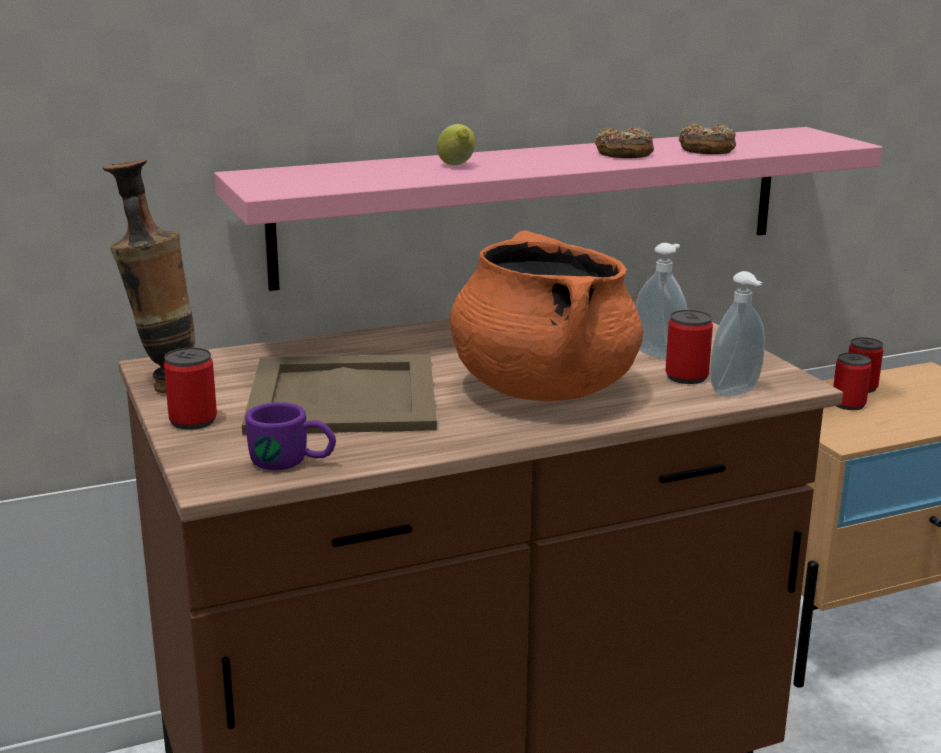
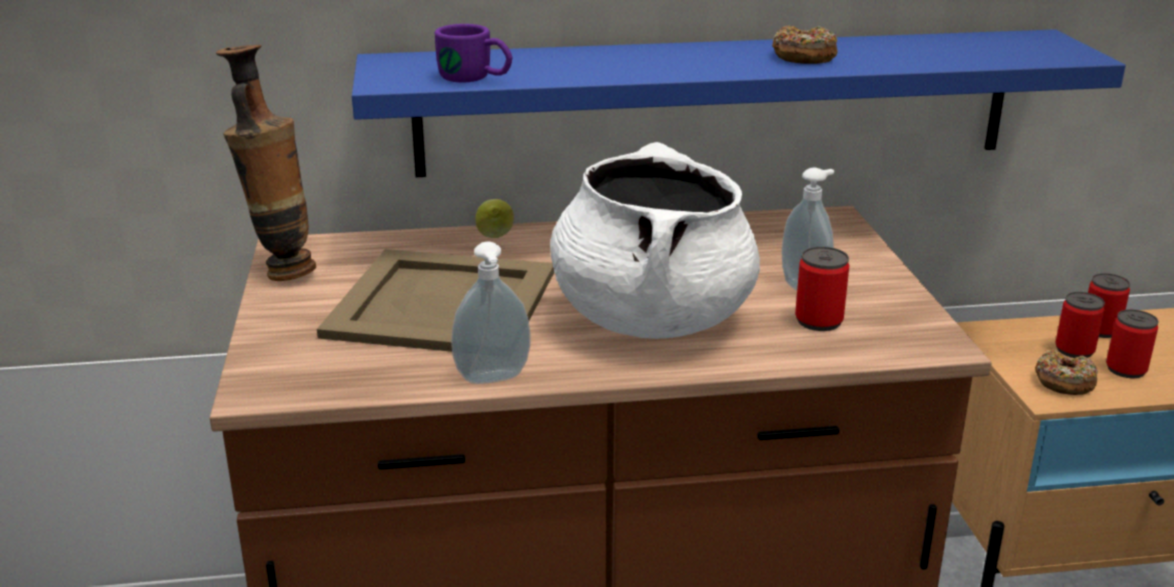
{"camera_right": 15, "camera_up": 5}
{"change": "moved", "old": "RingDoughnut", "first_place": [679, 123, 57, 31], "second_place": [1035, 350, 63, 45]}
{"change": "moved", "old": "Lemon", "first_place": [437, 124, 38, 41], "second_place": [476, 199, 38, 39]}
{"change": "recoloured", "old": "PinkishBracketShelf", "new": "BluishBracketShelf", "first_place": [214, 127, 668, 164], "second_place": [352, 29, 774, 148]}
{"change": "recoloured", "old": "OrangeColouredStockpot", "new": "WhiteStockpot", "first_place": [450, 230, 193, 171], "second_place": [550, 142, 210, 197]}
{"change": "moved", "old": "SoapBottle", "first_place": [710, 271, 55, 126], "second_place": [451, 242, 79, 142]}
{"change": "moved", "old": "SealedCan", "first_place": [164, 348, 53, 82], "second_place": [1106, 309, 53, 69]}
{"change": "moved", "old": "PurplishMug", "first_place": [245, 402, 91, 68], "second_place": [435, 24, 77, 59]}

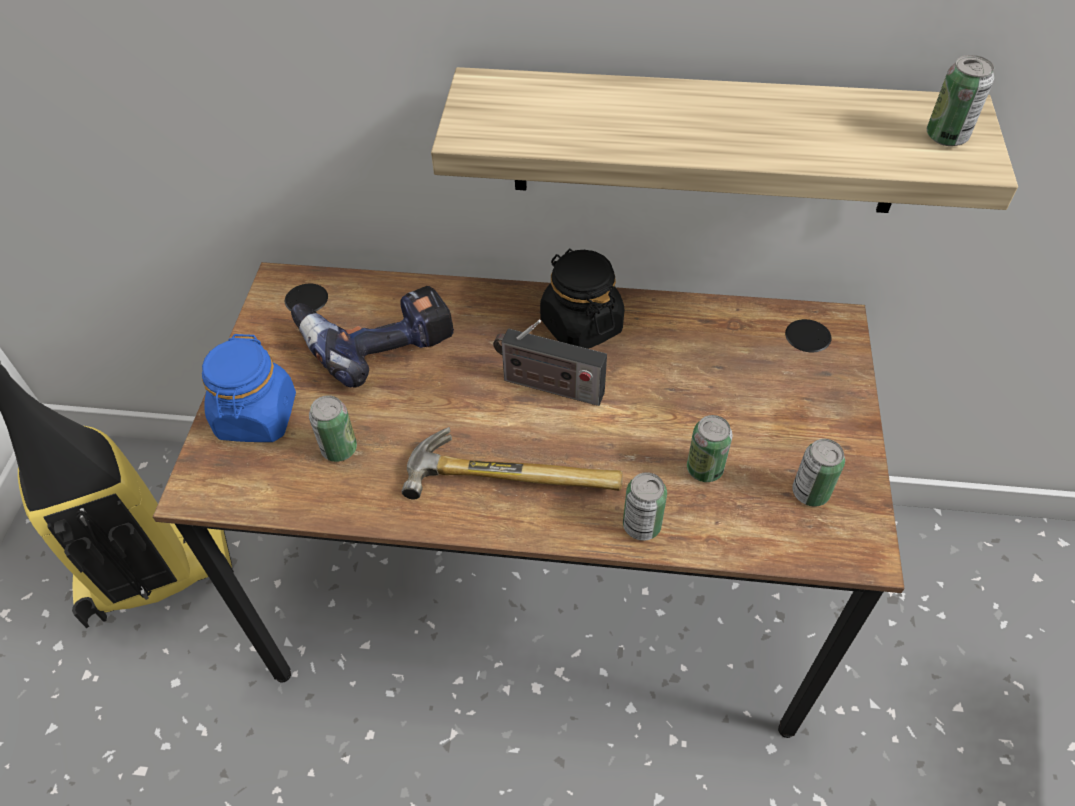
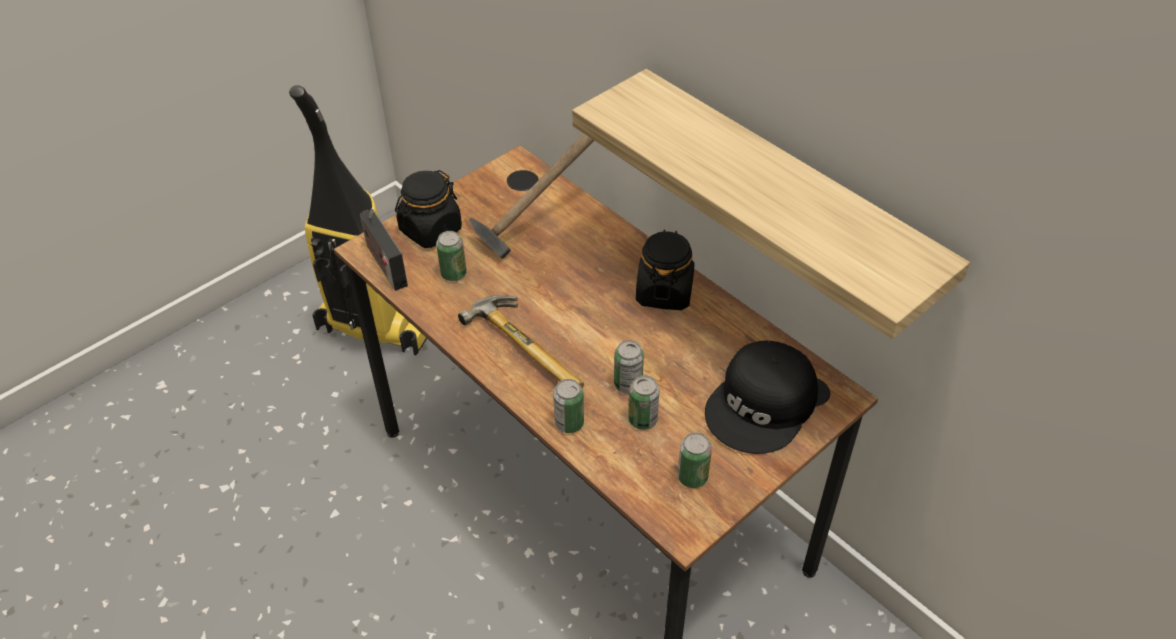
{"camera_right": 40, "camera_up": -5}
{"change": "moved", "old": "SealedCan", "first_place": [927, 55, 67, 91], "second_place": [614, 340, 30, 54]}
{"change": "replaced", "old": "PowerDrill", "new": "HandHammer", "first_place": [291, 286, 163, 102], "second_place": [469, 133, 125, 125]}
{"change": "moved", "old": "RadioReceiver", "first_place": [493, 320, 114, 86], "second_place": [360, 207, 48, 84]}
{"change": "recoloured", "old": "BluishPreserveJar", "new": "BlackColouredPreserveJar", "first_place": [202, 334, 94, 108], "second_place": [395, 170, 67, 78]}
{"change": "added", "new": "BlackColouredCap", "second_place": [705, 341, 113, 113]}

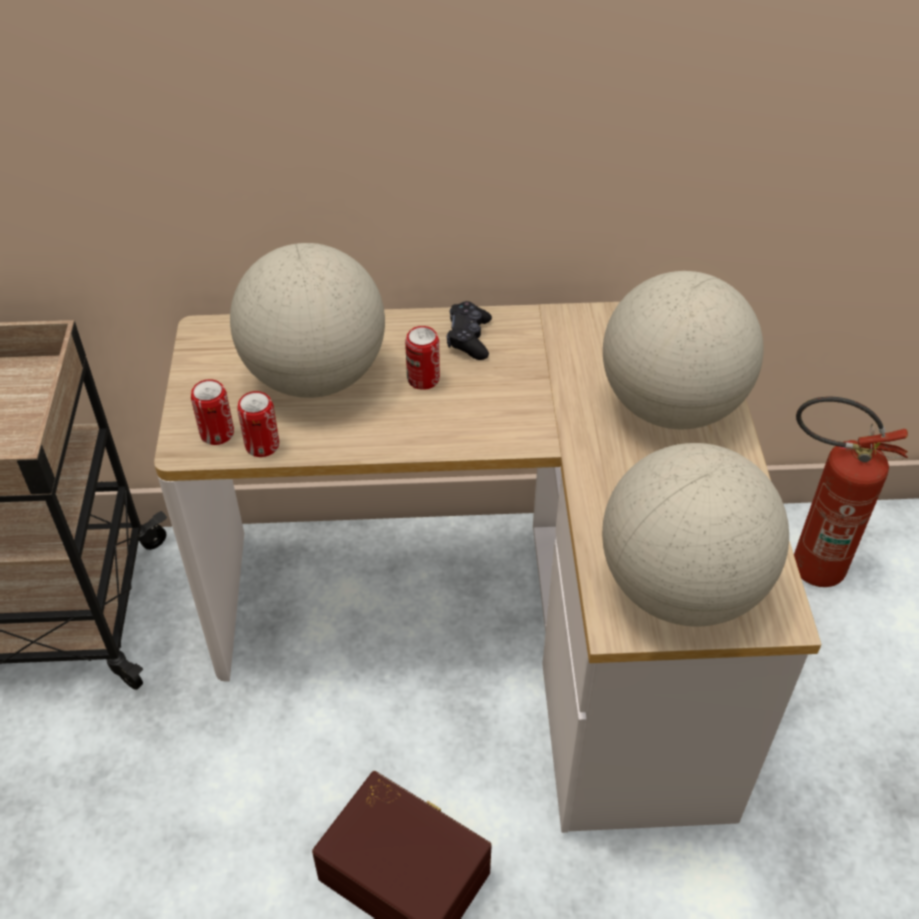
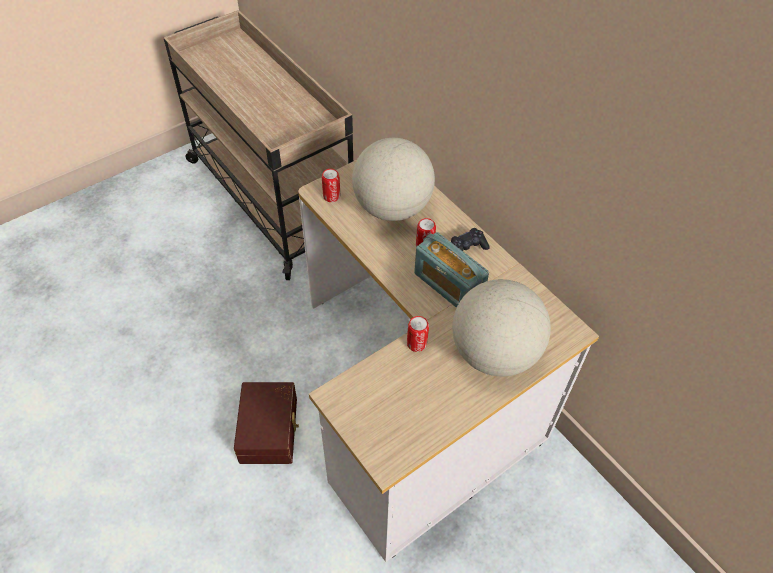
{"camera_right": 55, "camera_up": 5}
{"change": "moved", "old": "SealedCan", "first_place": [237, 391, 42, 66], "second_place": [407, 316, 22, 36]}
{"change": "removed", "old": "Extinguisher", "first_place": [794, 397, 114, 190]}
{"change": "removed", "old": "Globe", "first_place": [602, 443, 187, 184]}
{"change": "added", "new": "RadioReceiver", "second_place": [414, 232, 75, 76]}

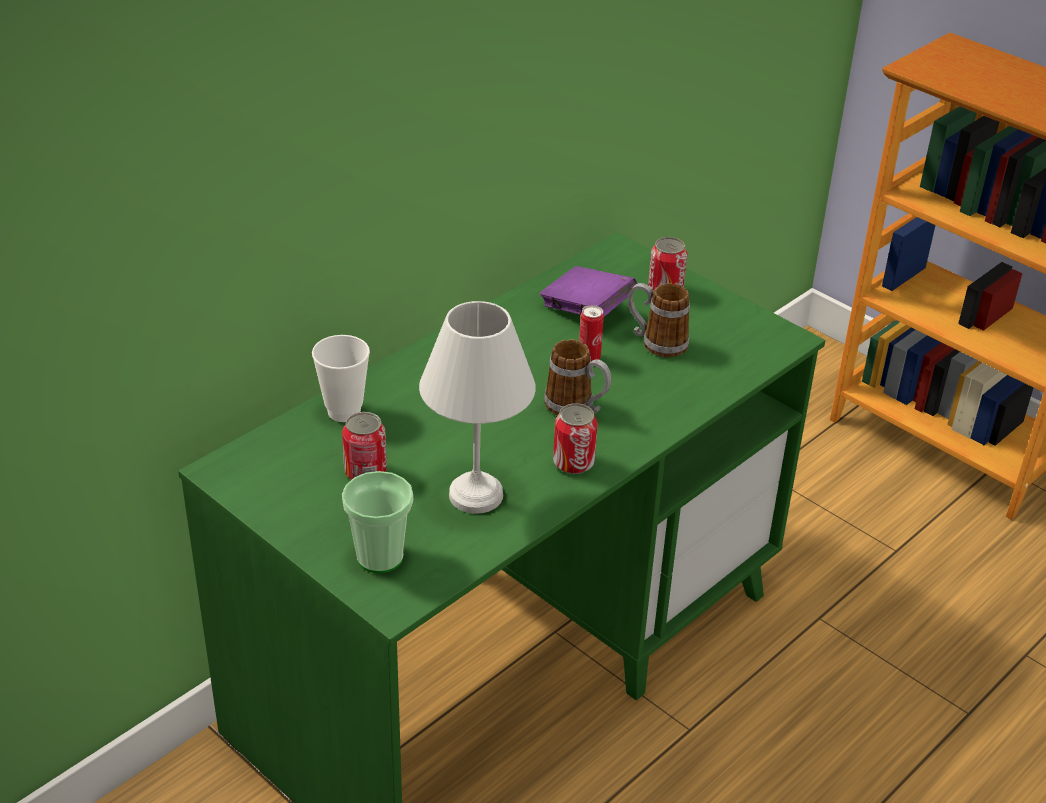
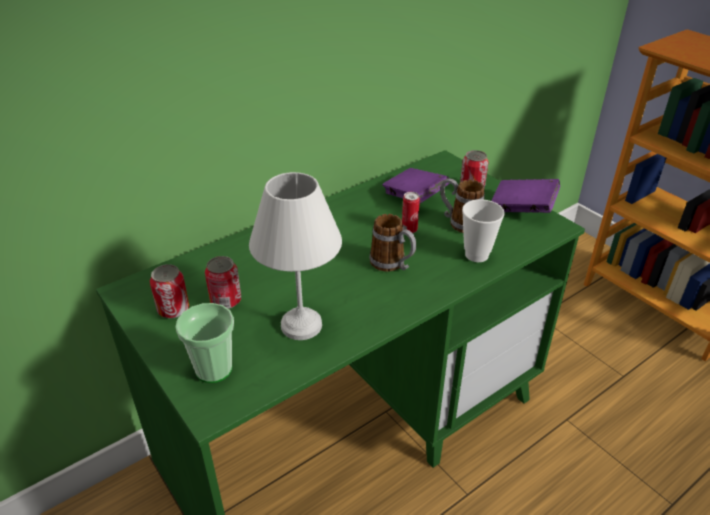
{"camera_right": 10, "camera_up": 0}
{"change": "moved", "old": "DrinkingCup", "first_place": [312, 335, 58, 87], "second_place": [462, 199, 43, 63]}
{"change": "moved", "old": "SealedCan", "first_place": [553, 403, 45, 71], "second_place": [150, 264, 39, 54]}
{"change": "added", "new": "PurplishVolume", "second_place": [491, 179, 69, 34]}

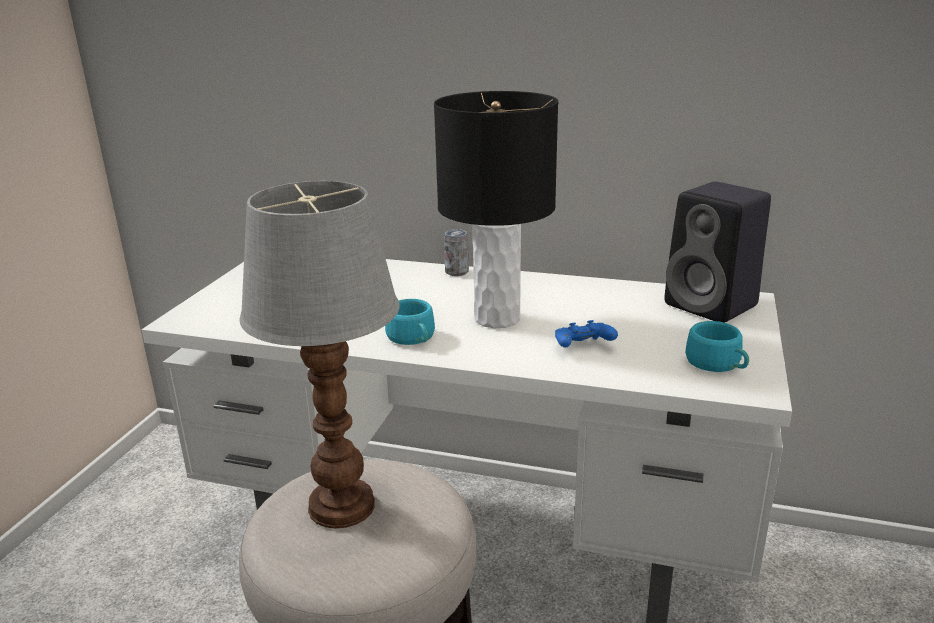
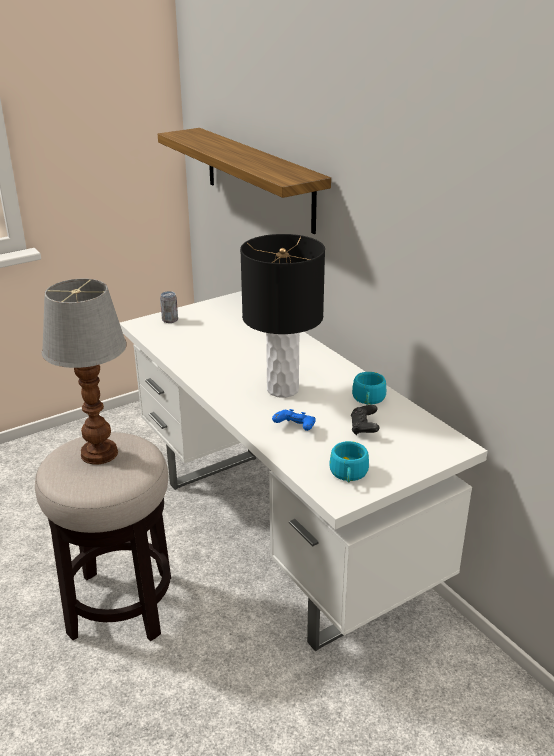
{"camera_right": 40, "camera_up": 5}
{"change": "removed", "old": "BlackColouredLoudspeaker", "first_place": [664, 182, 107, 141]}
{"change": "moved", "old": "SealedCan", "first_place": [444, 229, 25, 47], "second_place": [160, 291, 18, 32]}
{"change": "moved", "old": "TurquoiseColouredDrinkingCup", "first_place": [385, 299, 50, 46], "second_place": [352, 372, 34, 33]}
{"change": "added", "new": "BracketShelf", "second_place": [158, 128, 173, 106]}
{"change": "added", "new": "BlackColouredJoypad", "second_place": [351, 405, 29, 30]}

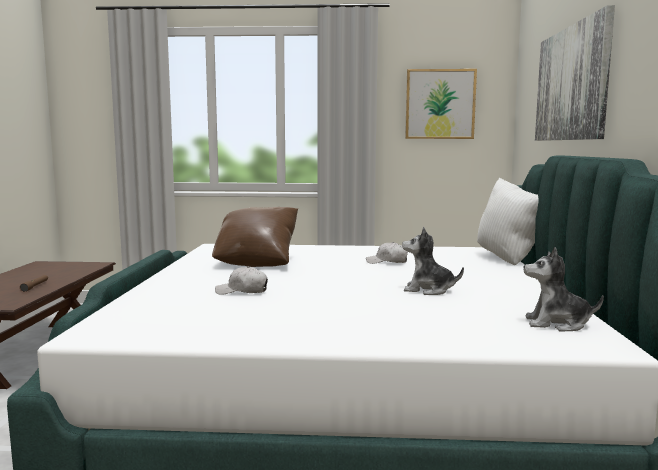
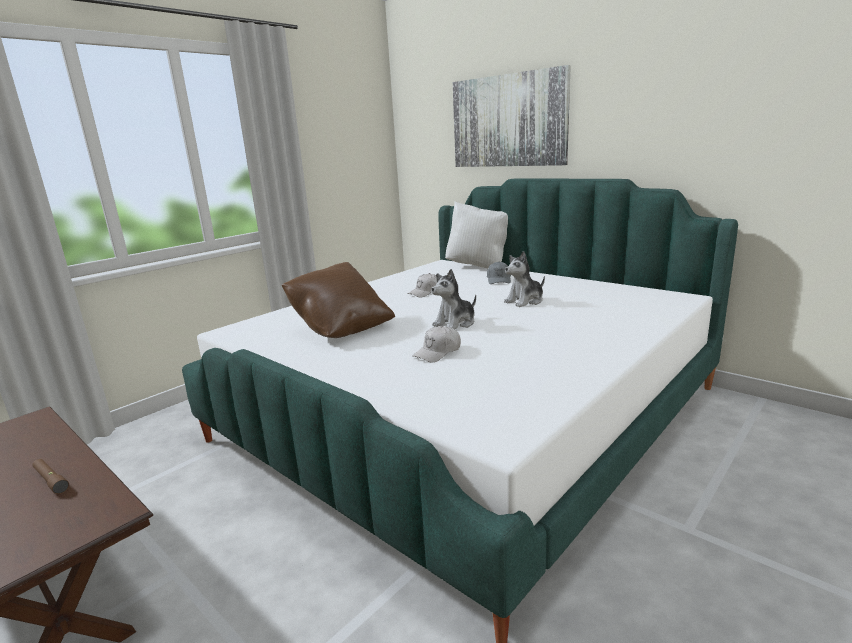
{"camera_right": -50, "camera_up": 10}
{"change": "removed", "old": "WallArt", "first_place": [405, 69, 72, 70]}
{"change": "moved", "old": "CuddlyToy", "first_place": [524, 247, 80, 85], "second_place": [431, 269, 45, 60]}
{"change": "added", "new": "GrayCap", "second_place": [487, 261, 24, 23]}

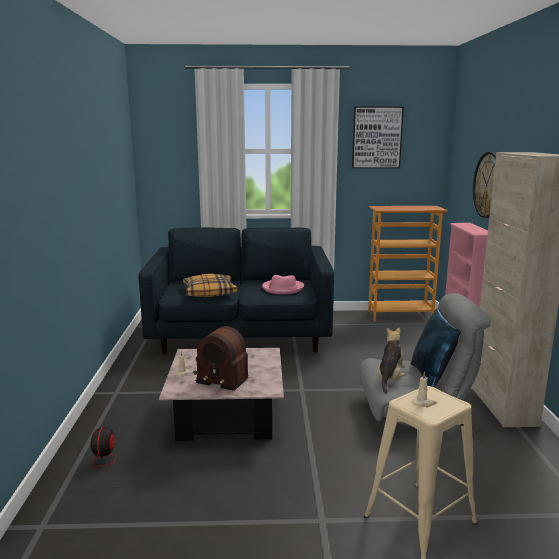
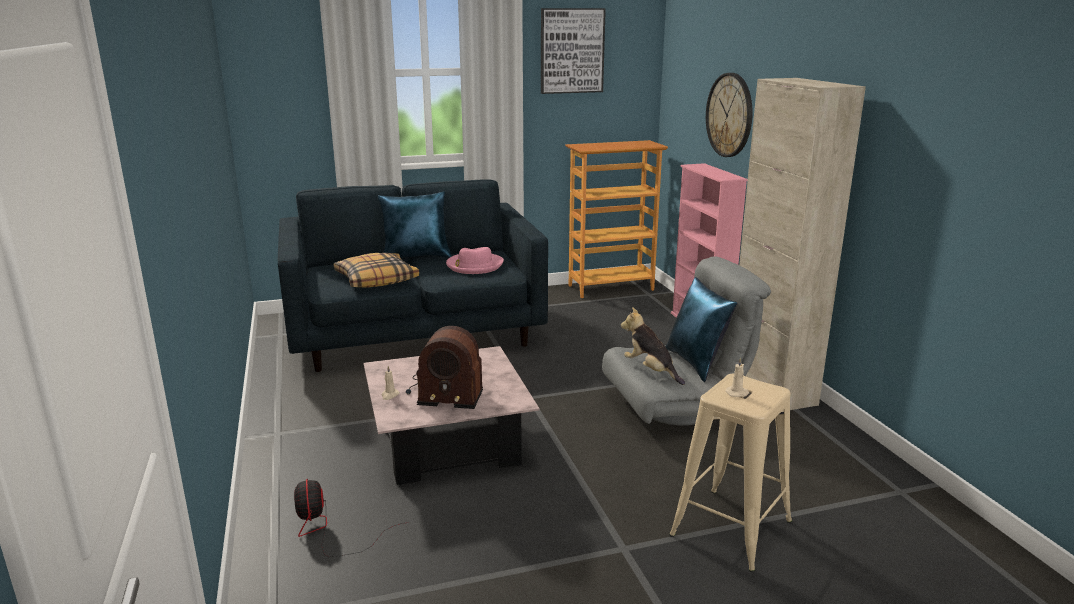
{"camera_right": -15, "camera_up": 5}
{"change": "turned", "old": "CuddlyToy", "first_place": [377, 327, 29, 67], "second_place": [621, 307, 64, 78], "degrees": -45}
{"change": "added", "new": "BluishThrowPillow", "second_place": [378, 191, 74, 67]}

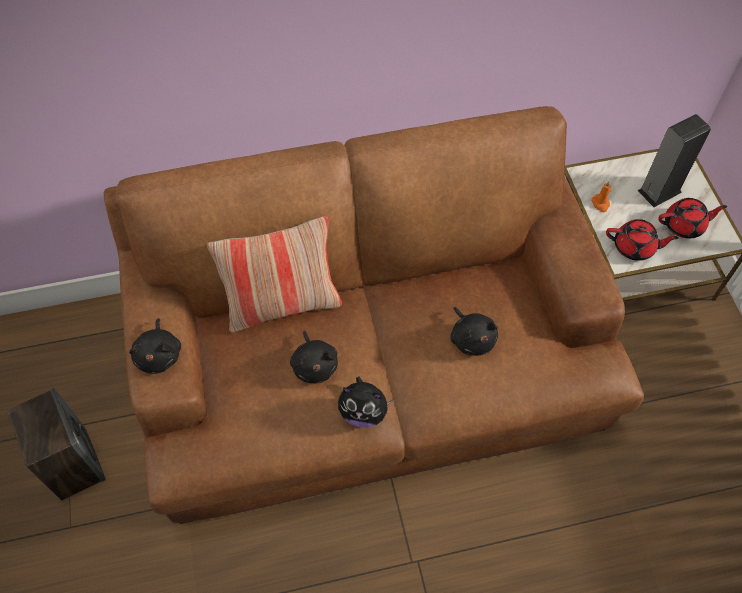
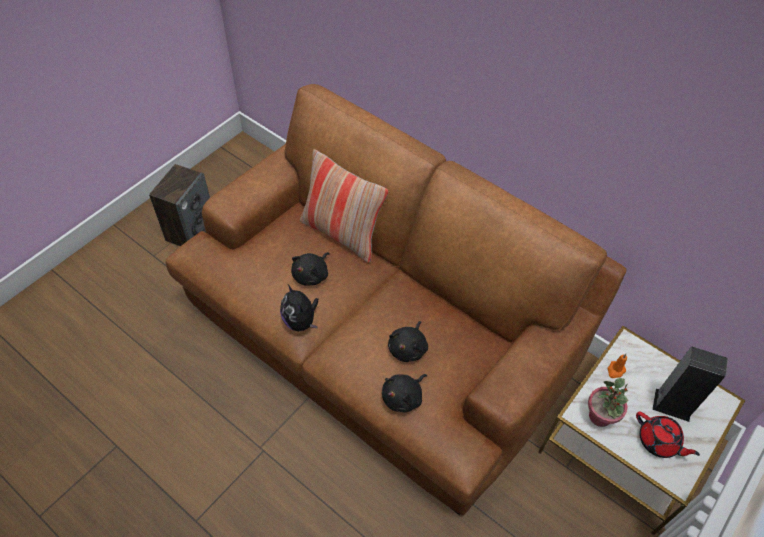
{"camera_right": 50, "camera_up": -5}
{"change": "replaced", "old": "RedColouredTeaPot", "new": "Houseplant", "first_place": [606, 219, 73, 42], "second_place": [588, 378, 40, 49]}
{"change": "moved", "old": "BlackColouredCuddlyToy", "first_place": [129, 318, 52, 56], "second_place": [382, 374, 45, 39]}

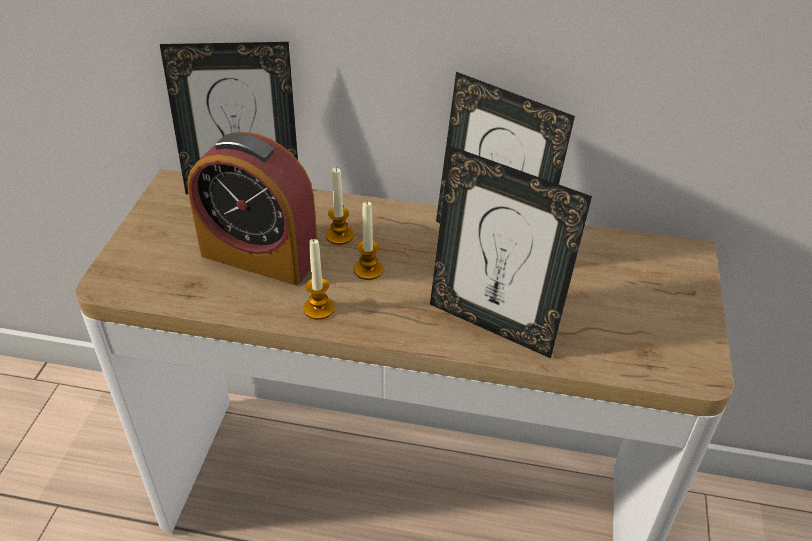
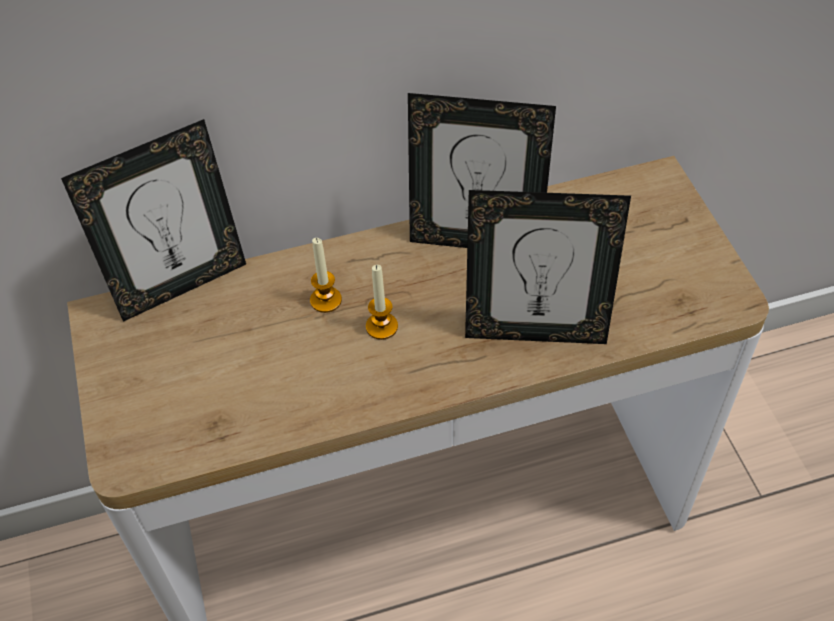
{"camera_right": -25, "camera_up": 10}
{"change": "removed", "old": "AlarmClock", "first_place": [187, 132, 130, 153]}
{"change": "removed", "old": "WaxLight", "first_place": [304, 238, 31, 82]}

